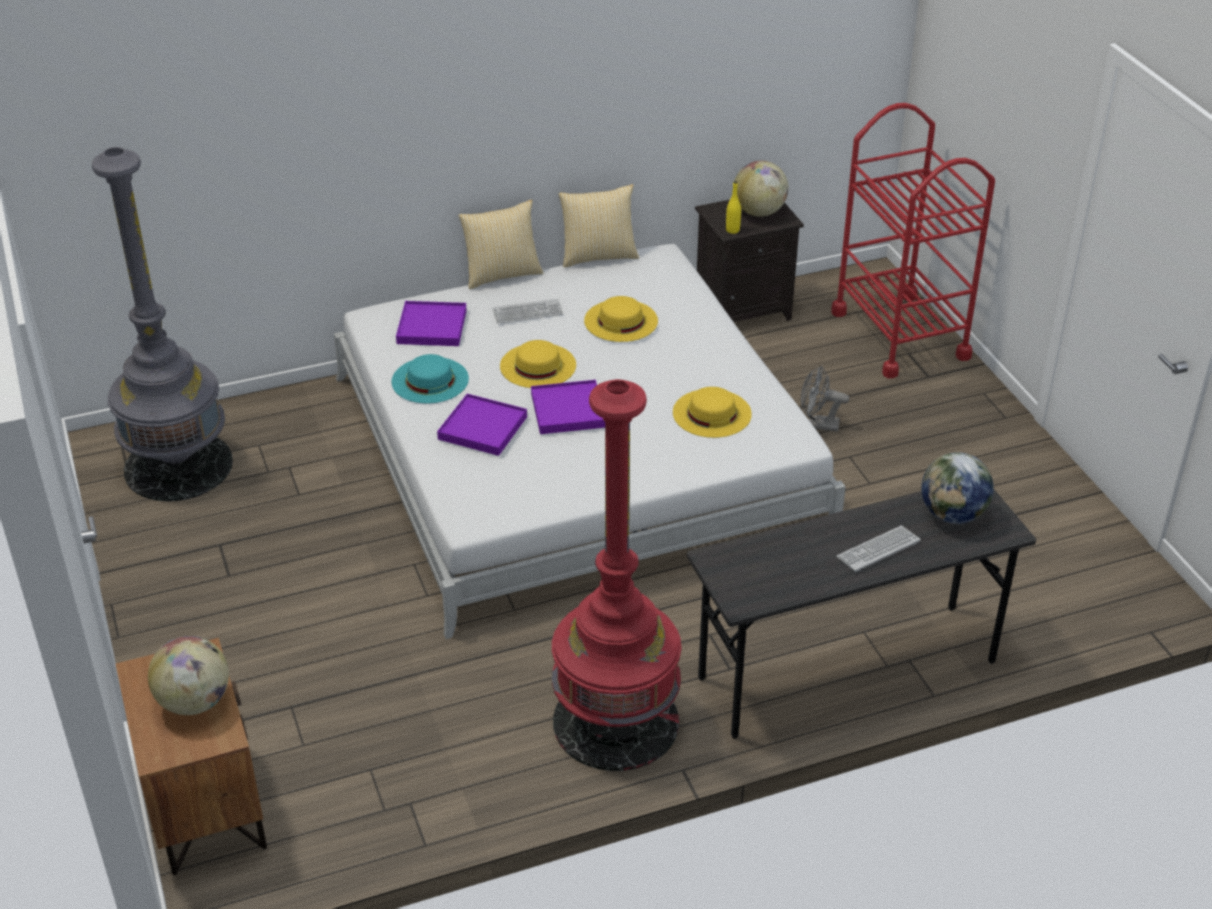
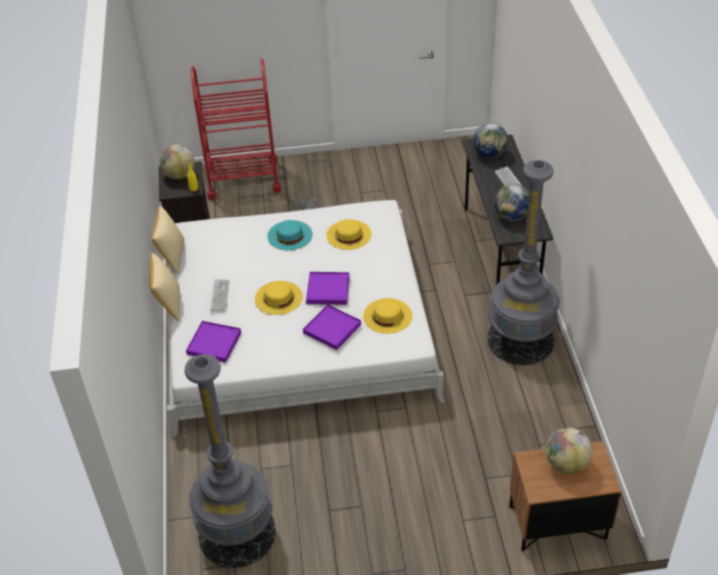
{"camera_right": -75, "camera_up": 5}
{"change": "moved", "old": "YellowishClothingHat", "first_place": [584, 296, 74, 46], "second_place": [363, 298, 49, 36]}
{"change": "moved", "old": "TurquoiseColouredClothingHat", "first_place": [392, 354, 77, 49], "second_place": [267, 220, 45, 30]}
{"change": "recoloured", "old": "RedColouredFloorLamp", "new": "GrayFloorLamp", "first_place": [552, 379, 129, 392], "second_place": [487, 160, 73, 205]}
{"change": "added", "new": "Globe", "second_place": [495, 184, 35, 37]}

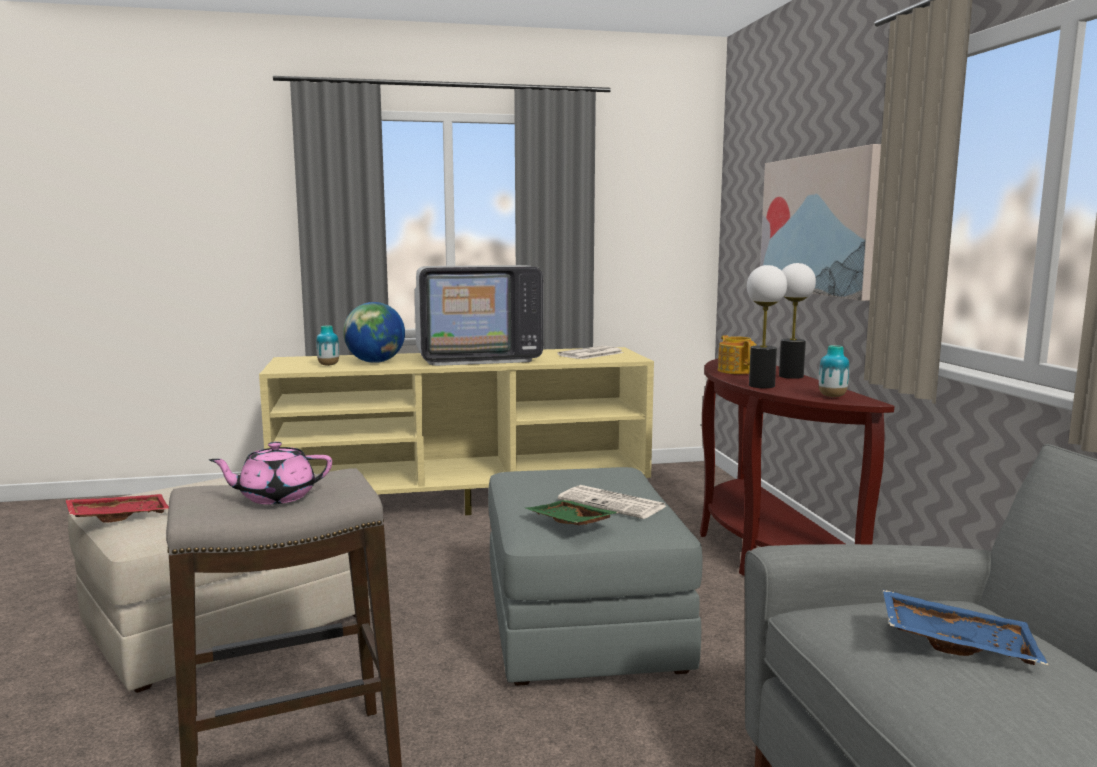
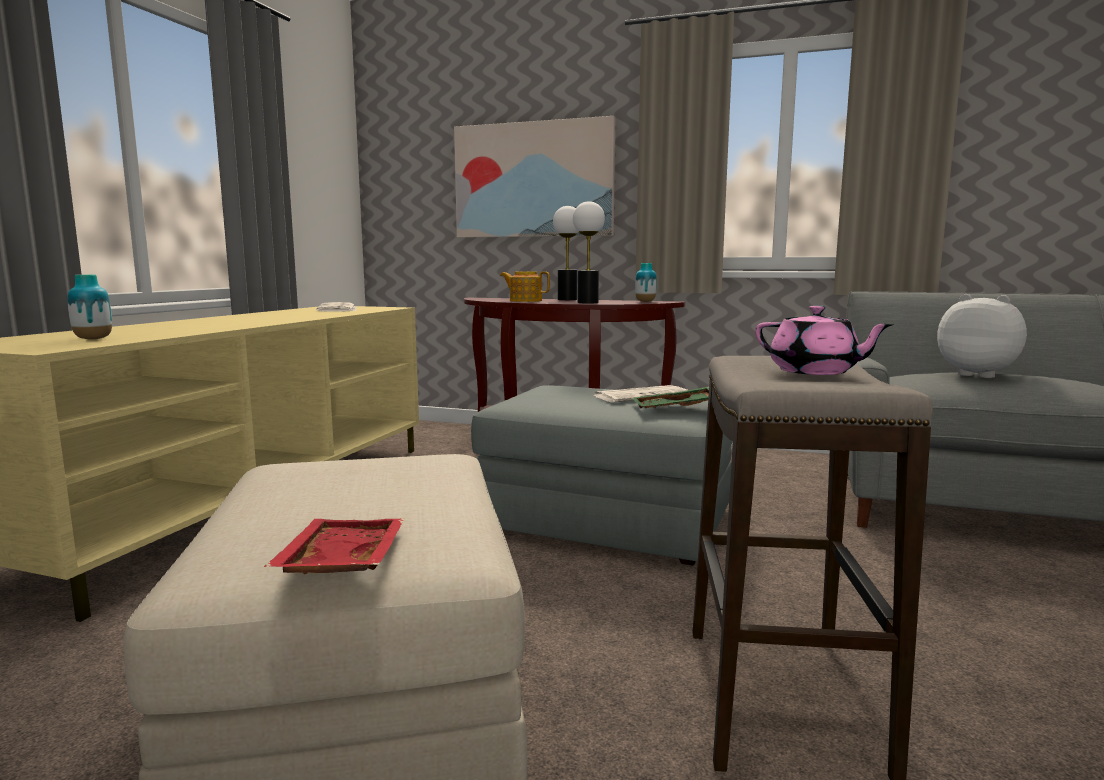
{"camera_right": -60, "camera_up": 0}
{"change": "removed", "old": "Television", "first_place": [415, 265, 128, 101]}
{"change": "removed", "old": "Globe", "first_place": [343, 302, 62, 61]}
{"change": "turned", "old": "PinkishTeaPot", "first_place": [209, 442, 123, 62], "second_place": [755, 305, 139, 70], "degrees": -60}
{"change": "replaced", "old": "BluishTray", "new": "CuddlyToy", "first_place": [883, 589, 165, 76], "second_place": [937, 294, 90, 84]}

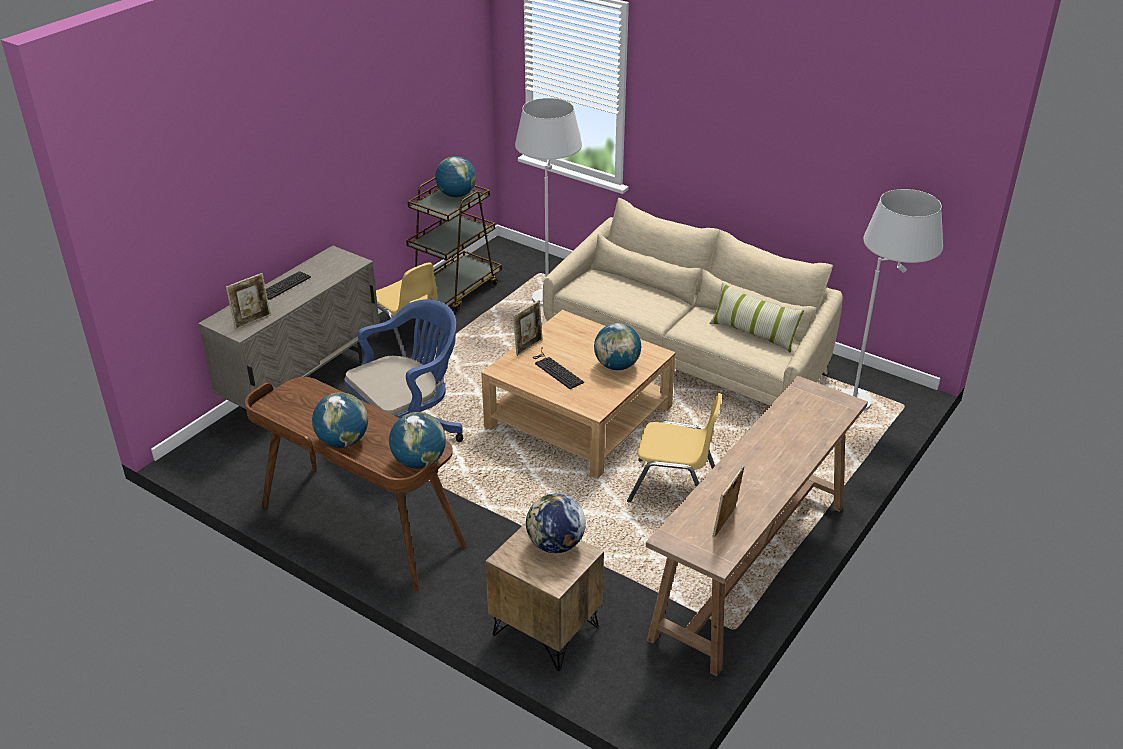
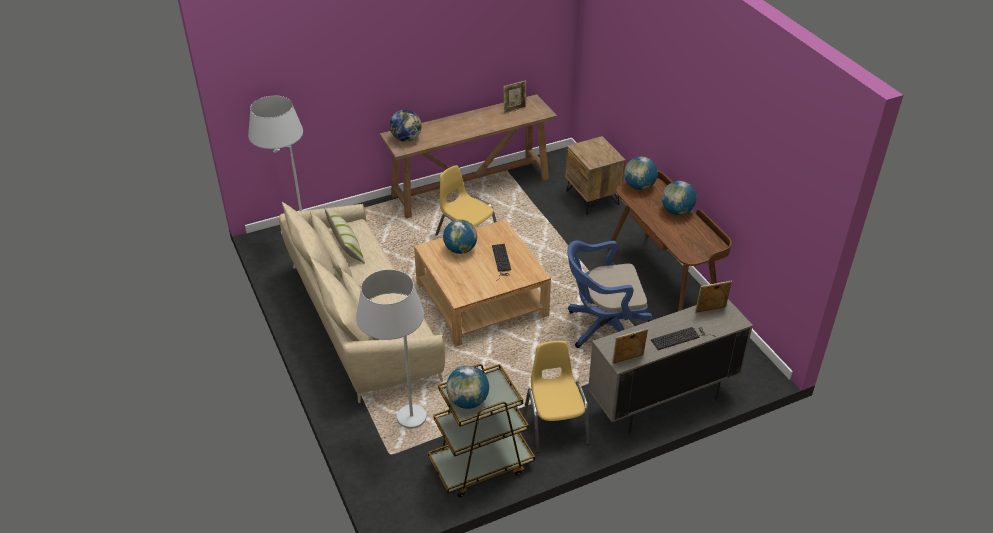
{"camera_right": -150, "camera_up": 5}
{"change": "moved", "old": "PictureFrame", "first_place": [513, 300, 30, 56], "second_place": [612, 328, 36, 36]}
{"change": "moved", "old": "Globe", "first_place": [526, 494, 60, 59], "second_place": [390, 110, 32, 32]}

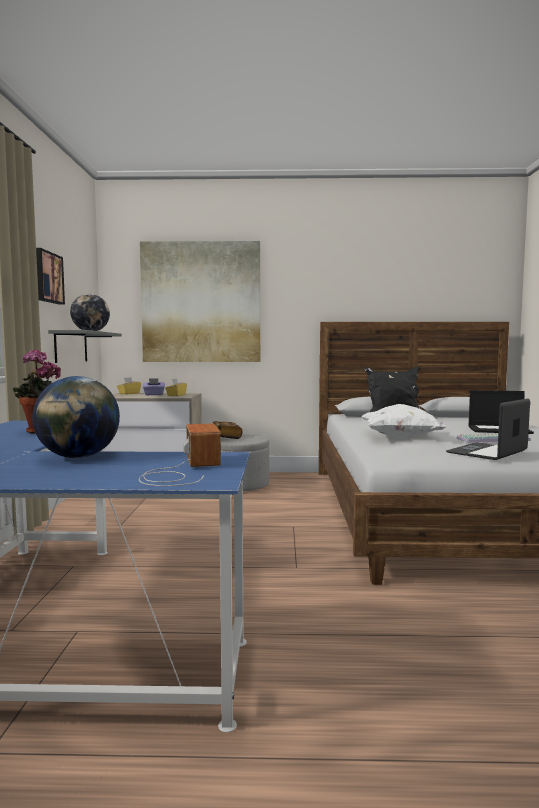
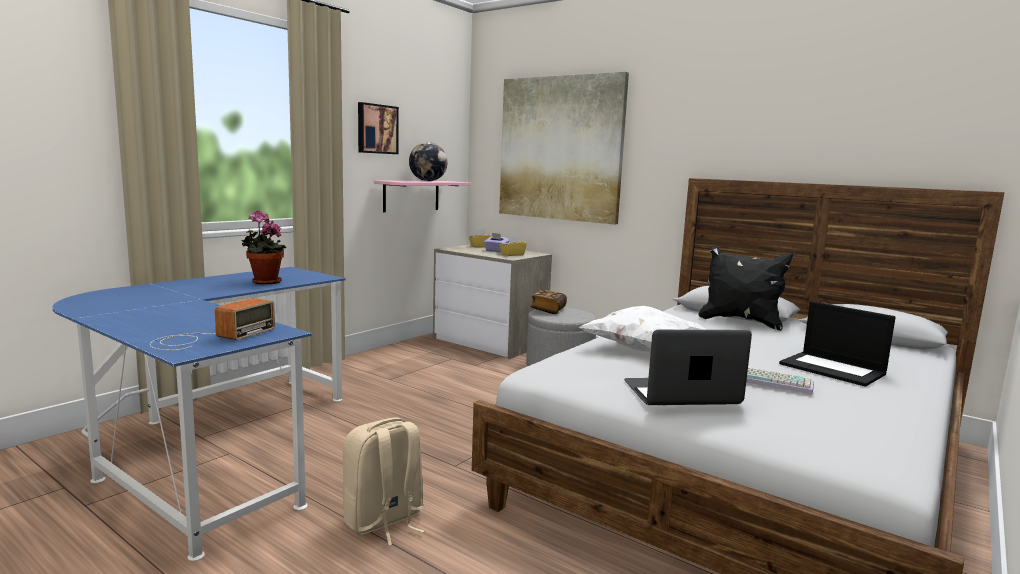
{"camera_right": 35, "camera_up": 5}
{"change": "recoloured", "old": "GrayBracketShelf", "new": "PinkishBracketShelf", "first_place": [48, 330, 74, 33], "second_place": [374, 181, 97, 31]}
{"change": "removed", "old": "Globe", "first_place": [32, 376, 88, 82]}
{"change": "added", "new": "BeigeRucksack", "second_place": [343, 418, 82, 128]}

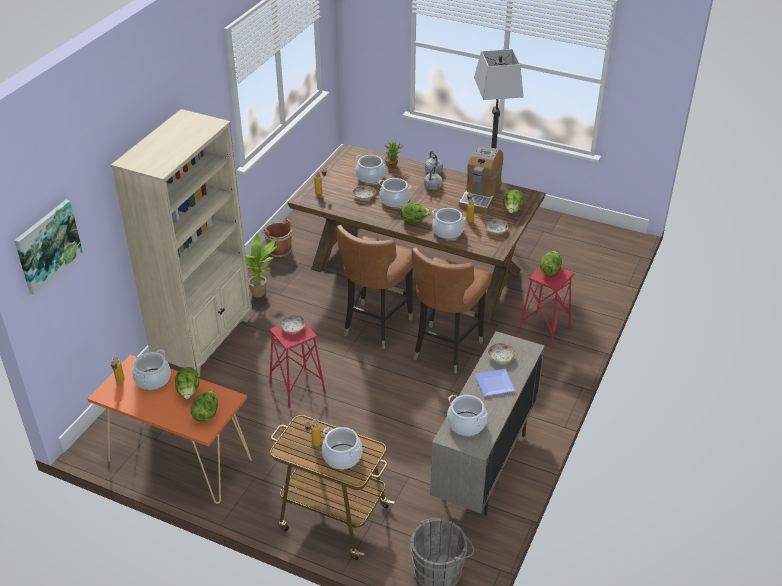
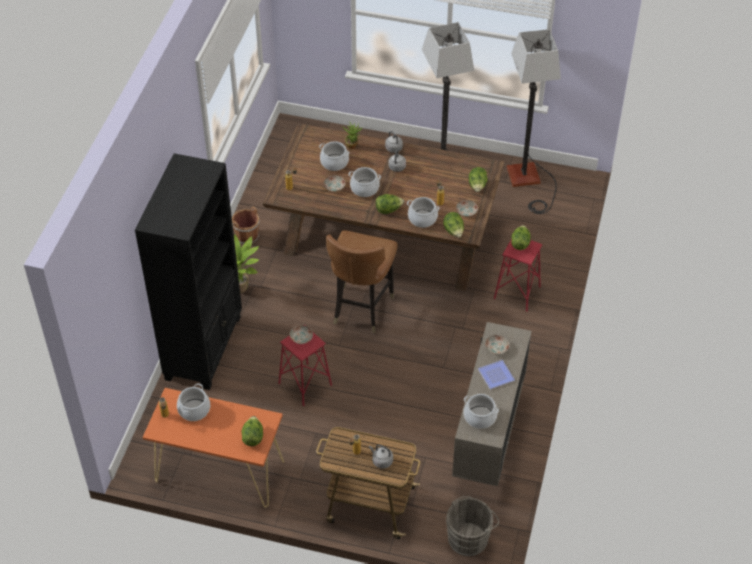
{"camera_right": -10, "camera_up": 10}
{"change": "recoloured", "old": "BeigeBookshelf", "new": "BlackColouredBookshelf", "first_place": [111, 109, 141, 268], "second_place": [135, 153, 107, 237]}
{"change": "removed", "old": "CoffeeMaker", "first_place": [459, 145, 45, 68]}
{"change": "removed", "old": "WallArt", "first_place": [14, 200, 69, 95]}
{"change": "removed", "old": "BrownishUprightChair", "first_place": [412, 247, 80, 126]}
{"change": "moved", "old": "LettuceHead", "first_place": [175, 367, 24, 32], "second_place": [443, 212, 21, 26]}
{"change": "replaced", "old": "Stockpot", "new": "GrayWaterKettle", "first_place": [322, 427, 40, 42], "second_place": [369, 444, 24, 25]}
{"change": "added", "new": "FloorLamp", "second_place": [507, 29, 54, 185]}

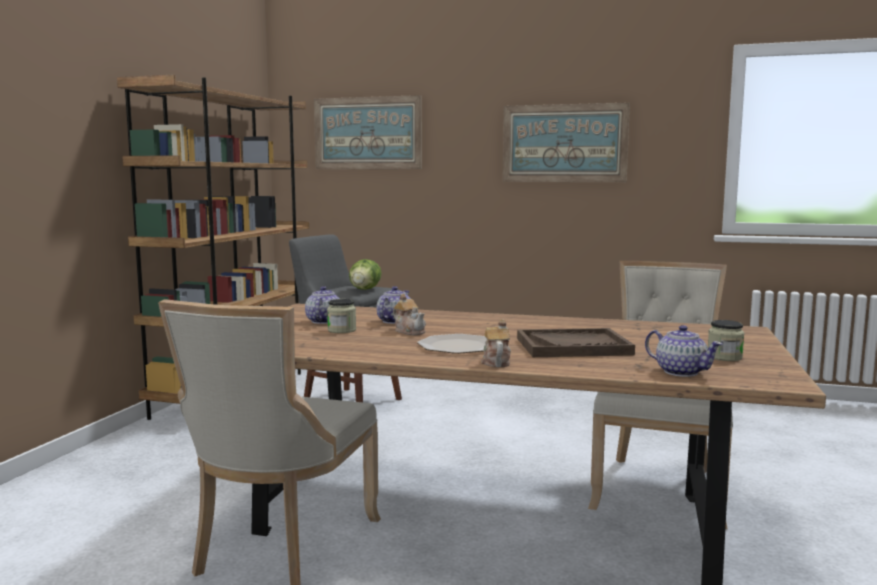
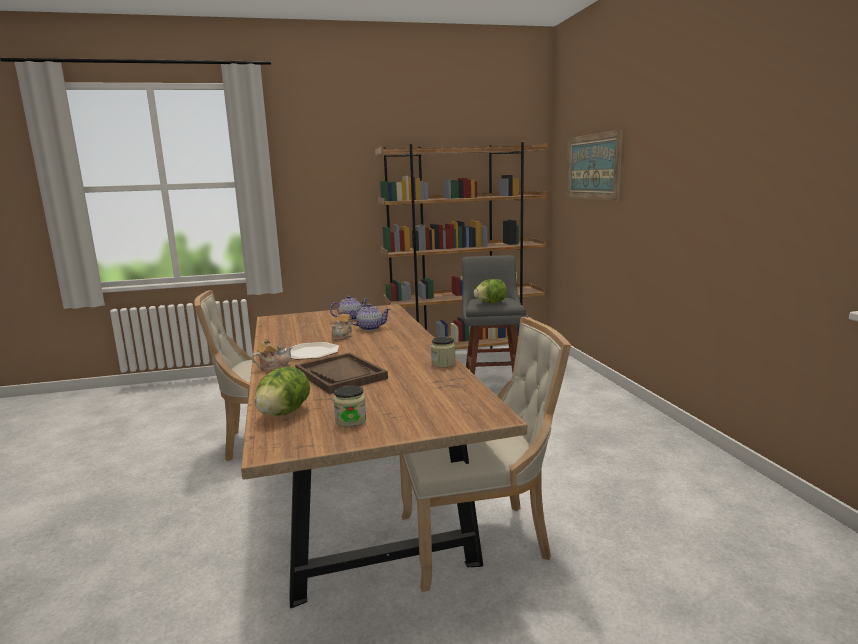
{"camera_right": 60, "camera_up": 5}
{"change": "removed", "old": "WallArt", "first_place": [503, 102, 127, 80]}
{"change": "moved", "old": "PreserveJar", "first_place": [327, 299, 29, 34], "second_place": [431, 336, 25, 32]}
{"change": "replaced", "old": "TeaPot", "new": "LettuceHead", "first_place": [645, 325, 78, 52], "second_place": [255, 367, 55, 49]}

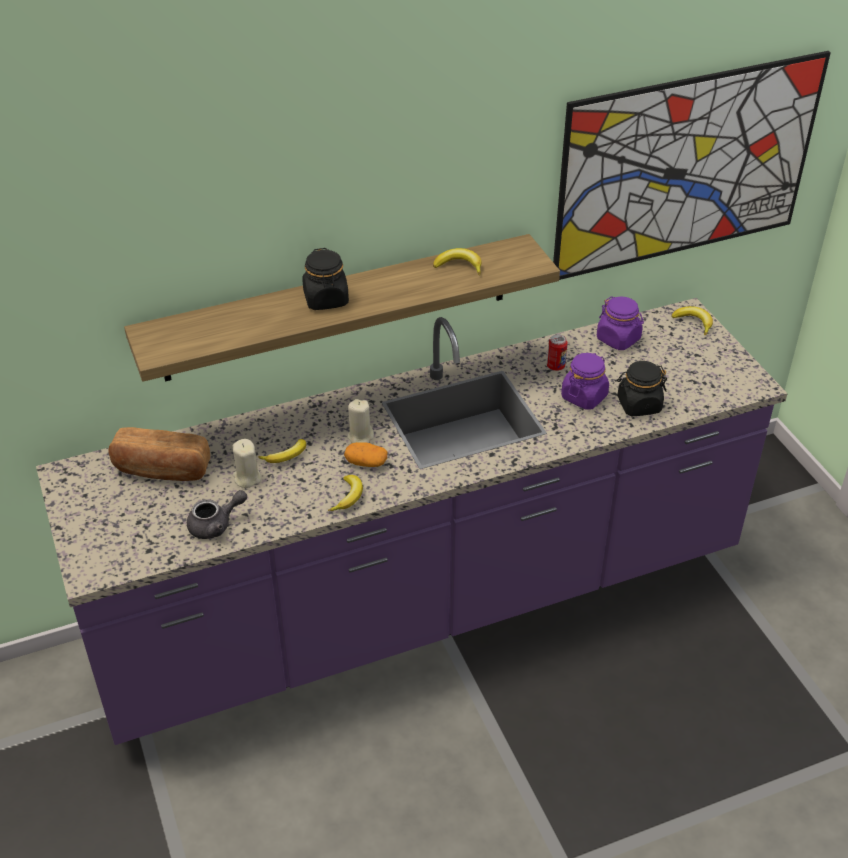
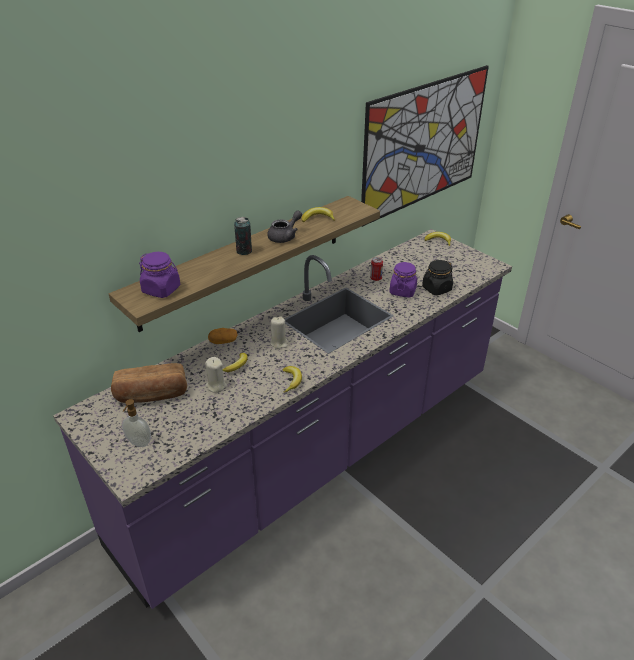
{"camera_right": -20, "camera_up": -5}
{"change": "replaced", "old": "BlackColouredPreserveJar", "new": "SealedCan", "first_place": [302, 248, 47, 62], "second_place": [234, 217, 18, 38]}
{"change": "moved", "old": "PurplishPreserveJar", "first_place": [597, 296, 47, 54], "second_place": [139, 252, 42, 46]}
{"change": "moved", "old": "Potato", "first_place": [344, 442, 44, 25], "second_place": [208, 328, 29, 16]}
{"change": "moved", "old": "GrayTeaPot", "first_place": [187, 490, 60, 49], "second_place": [267, 210, 35, 33]}
{"change": "added", "new": "SoapBottle", "second_place": [122, 399, 29, 48]}

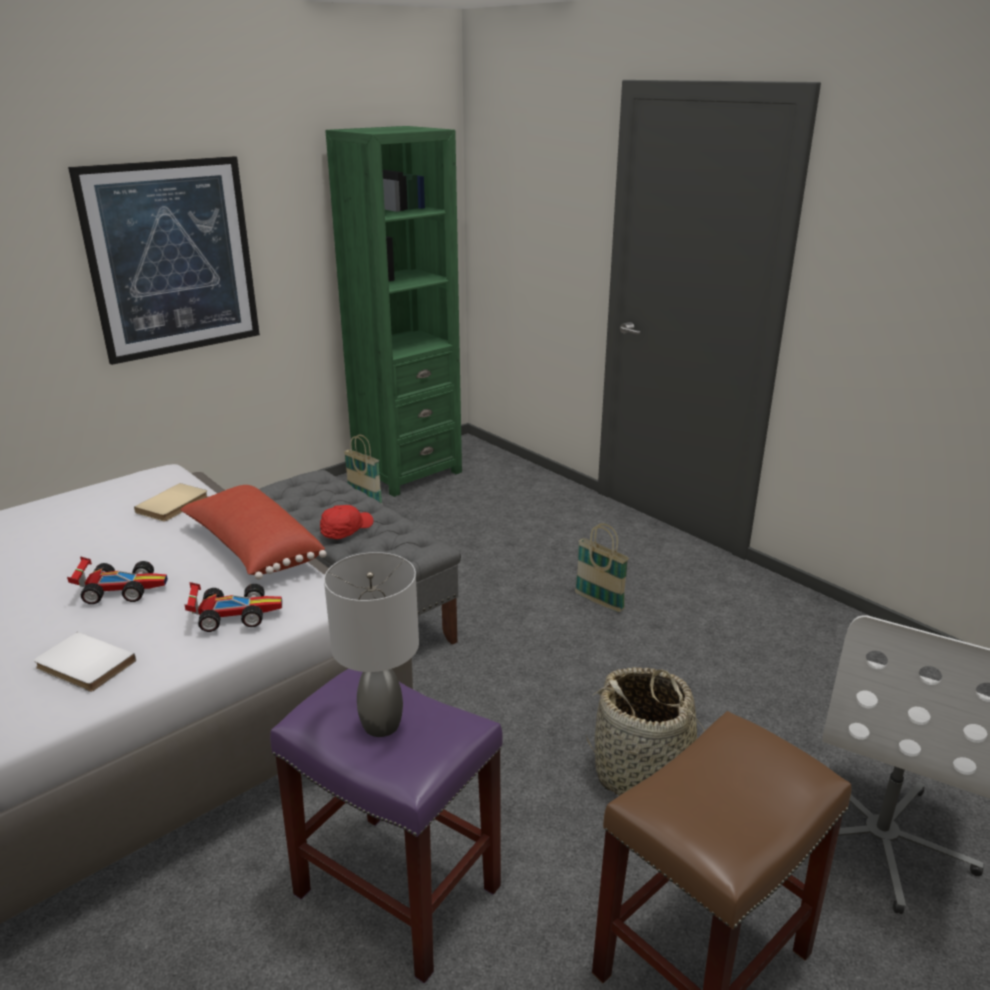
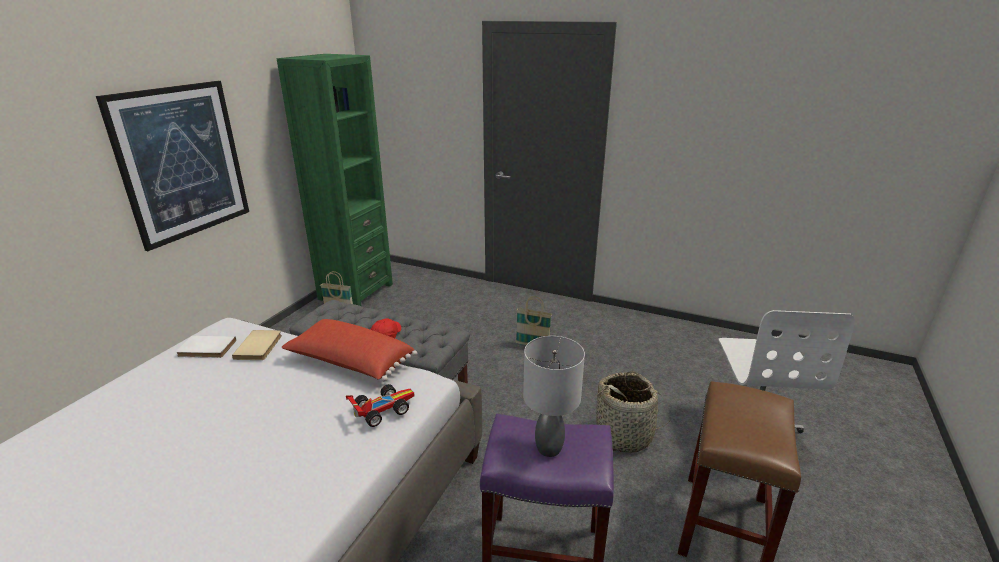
{"camera_right": -25, "camera_up": 0}
{"change": "removed", "old": "ModelCar", "first_place": [67, 556, 101, 48]}
{"change": "moved", "old": "WhiteVolume", "first_place": [34, 632, 102, 60], "second_place": [176, 336, 61, 22]}

